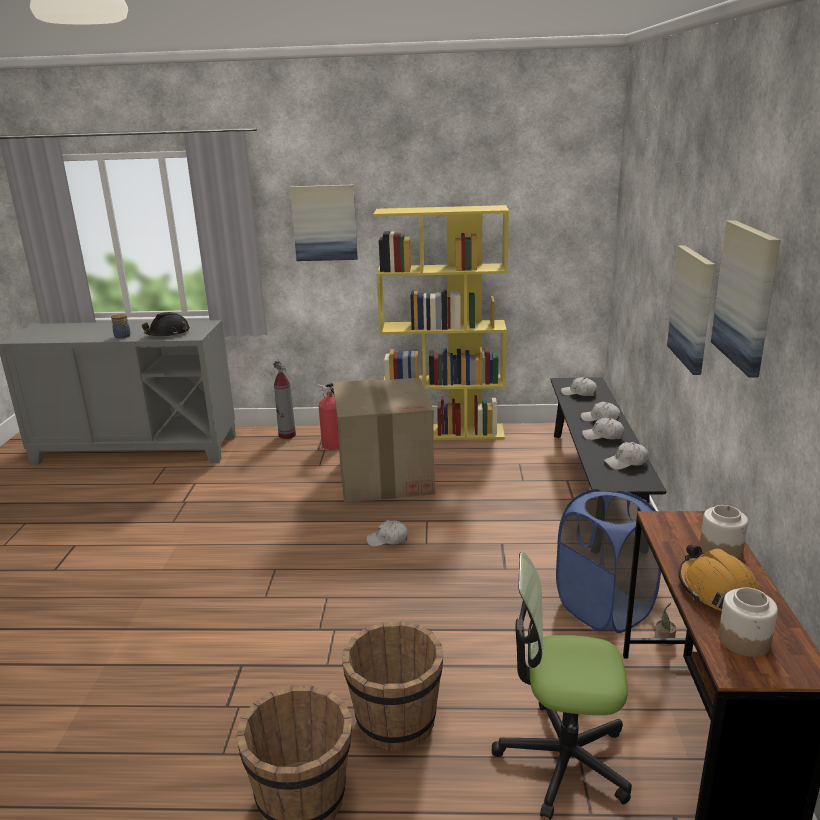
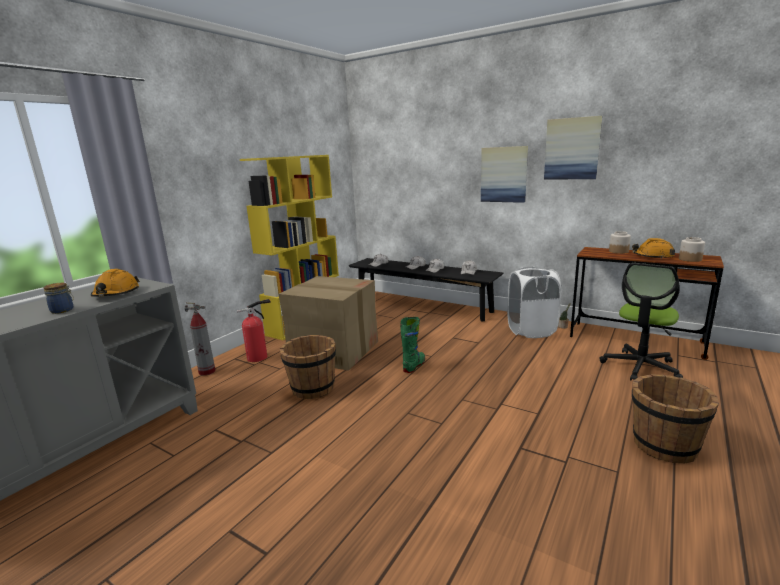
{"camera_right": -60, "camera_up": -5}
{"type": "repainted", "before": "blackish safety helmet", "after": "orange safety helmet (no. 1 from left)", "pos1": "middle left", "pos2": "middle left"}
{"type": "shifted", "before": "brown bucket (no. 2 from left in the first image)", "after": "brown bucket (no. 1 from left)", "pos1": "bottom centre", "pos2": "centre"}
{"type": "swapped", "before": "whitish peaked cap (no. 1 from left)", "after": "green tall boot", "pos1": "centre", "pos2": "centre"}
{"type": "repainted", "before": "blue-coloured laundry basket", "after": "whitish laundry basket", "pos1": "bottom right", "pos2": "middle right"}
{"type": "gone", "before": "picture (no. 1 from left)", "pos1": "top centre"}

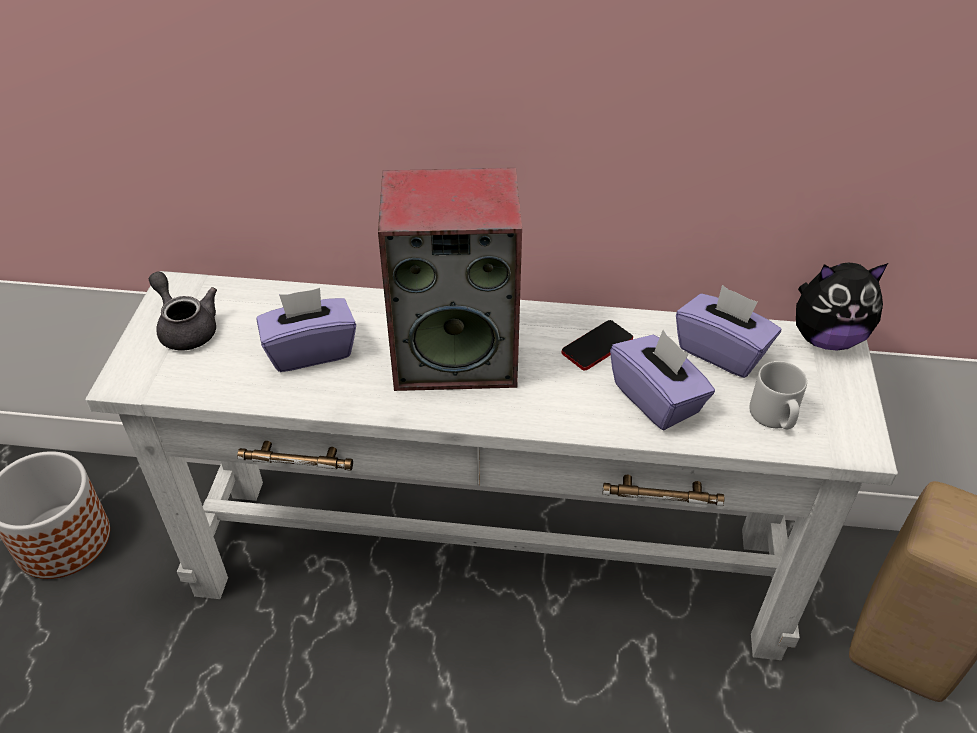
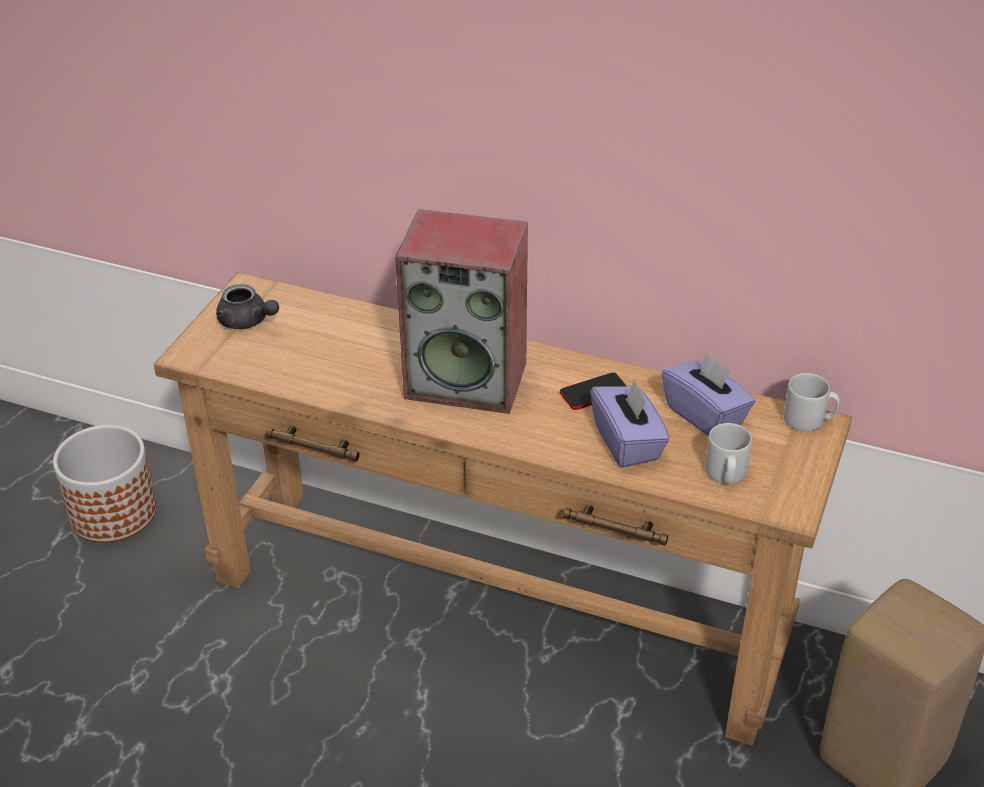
{"camera_right": 15, "camera_up": -5}
{"type": "repainted", "before": "whitish console table", "after": "brown console table", "pos1": "centre", "pos2": "centre"}
{"type": "rotated", "before": "greyish tea pot", "pos1": "middle left", "pos2": "middle left", "turn": 150}
{"type": "swapped", "before": "cuddly toy", "after": "greyish mug (no. 2 from left)", "pos1": "middle right", "pos2": "middle right"}
{"type": "gone", "before": "purplish tissue holder (no. 1 from left)", "pos1": "middle left"}

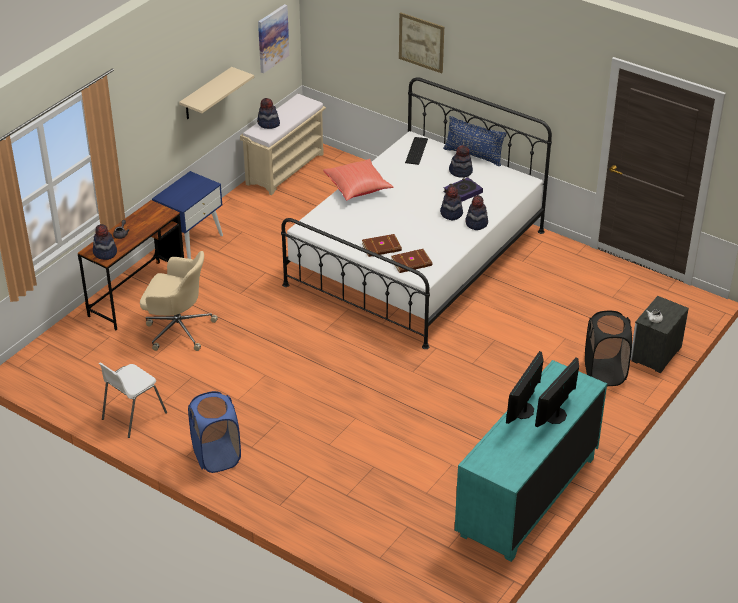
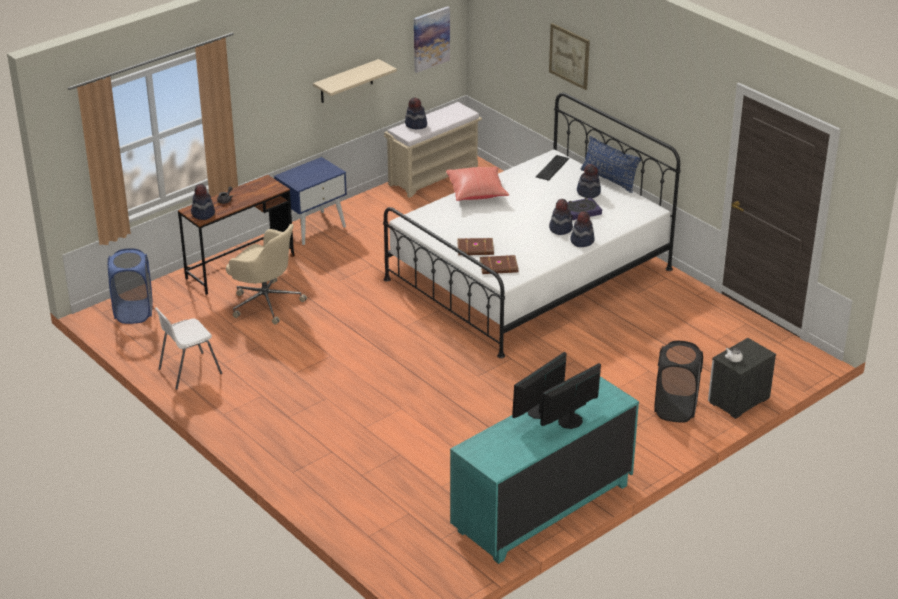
{"camera_right": 15, "camera_up": -5}
{"type": "shifted", "before": "blue-coloured laundry basket", "pos1": "bottom left", "pos2": "middle left"}

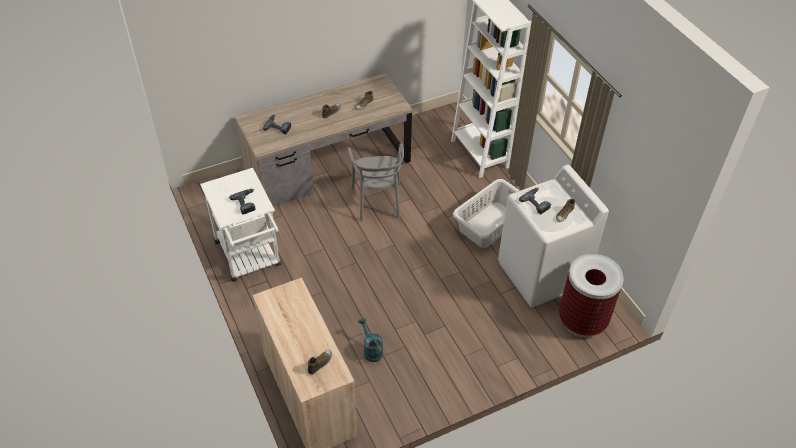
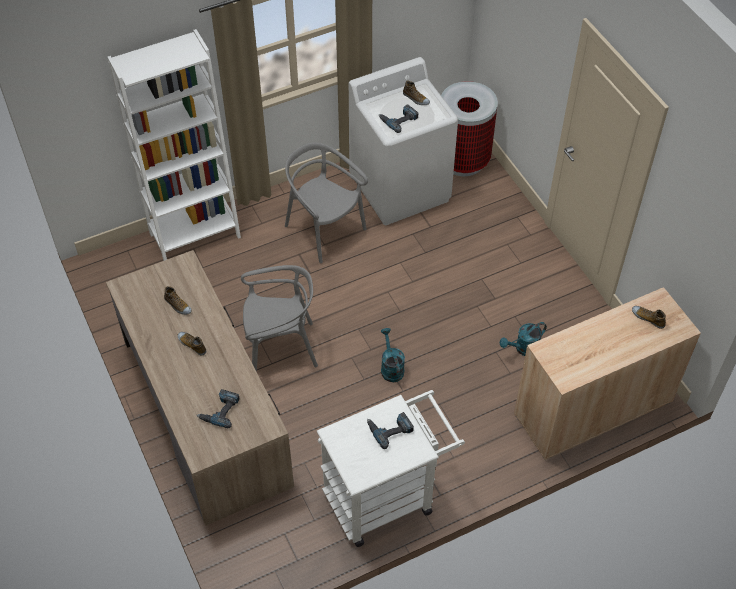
{"camera_right": -90, "camera_up": 5}
{"type": "swapped", "before": "greyish laundry basket", "after": "greyish plain chair (no. 2 from left)", "pos1": "centre", "pos2": "centre"}
{"type": "new", "after": "turquoise-coloured watering pot (no. 1 from left)", "pos2": "centre"}

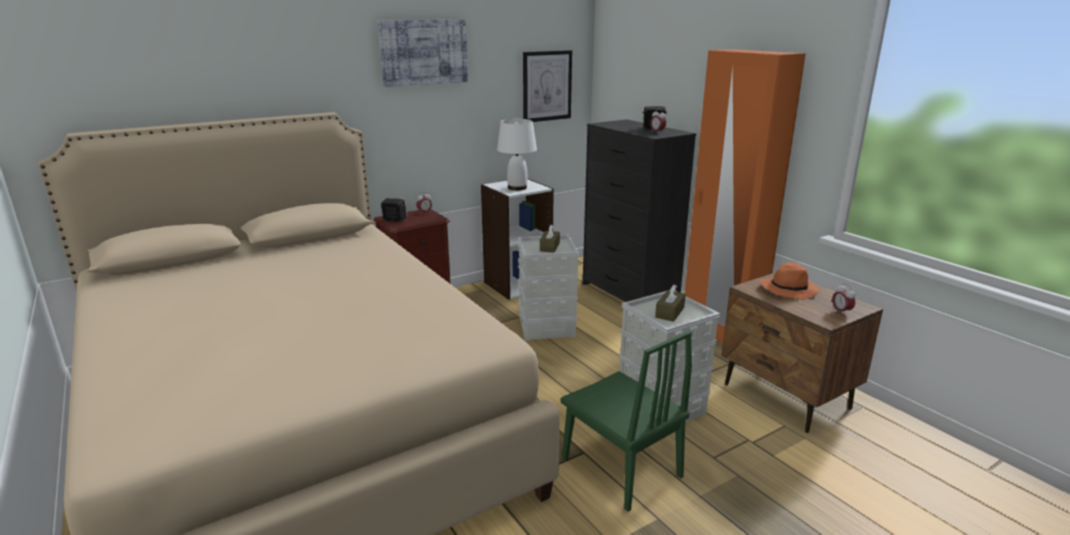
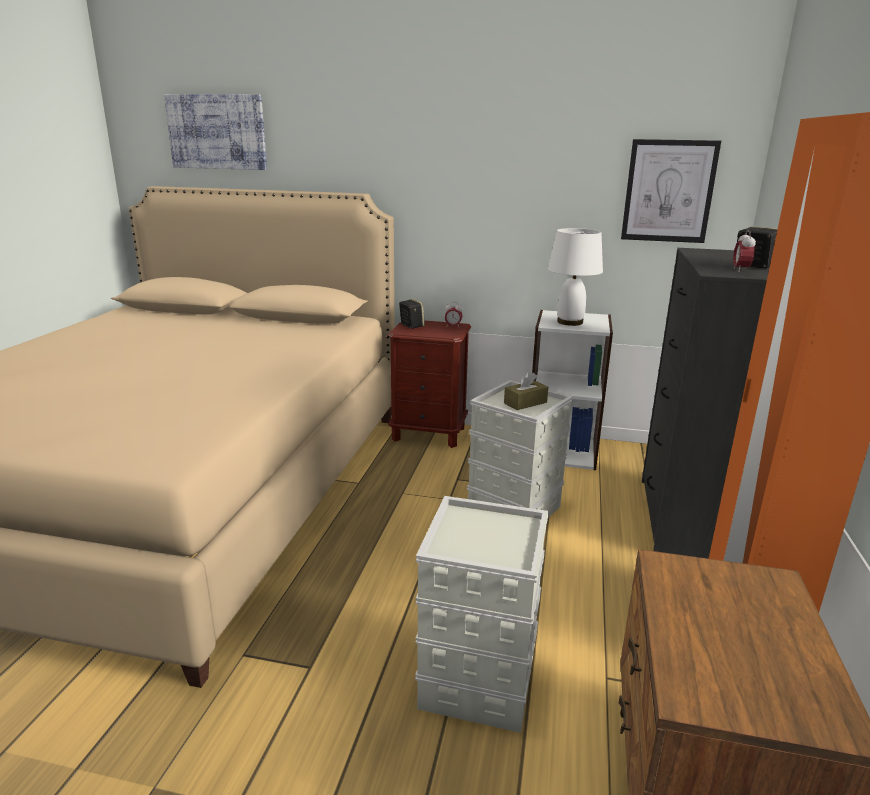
{"camera_right": 45, "camera_up": 0}
{"type": "shifted", "before": "picture (no. 1 from left)", "pos1": "top centre", "pos2": "top left"}
{"type": "gone", "before": "green plain chair", "pos1": "bottom centre"}
{"type": "gone", "before": "brown tissue holder (no. 2 from left)", "pos1": "centre"}
{"type": "gone", "before": "orange wearable hat", "pos1": "middle right"}
{"type": "gone", "before": "bedside clock (no. 3 from left)", "pos1": "middle right"}

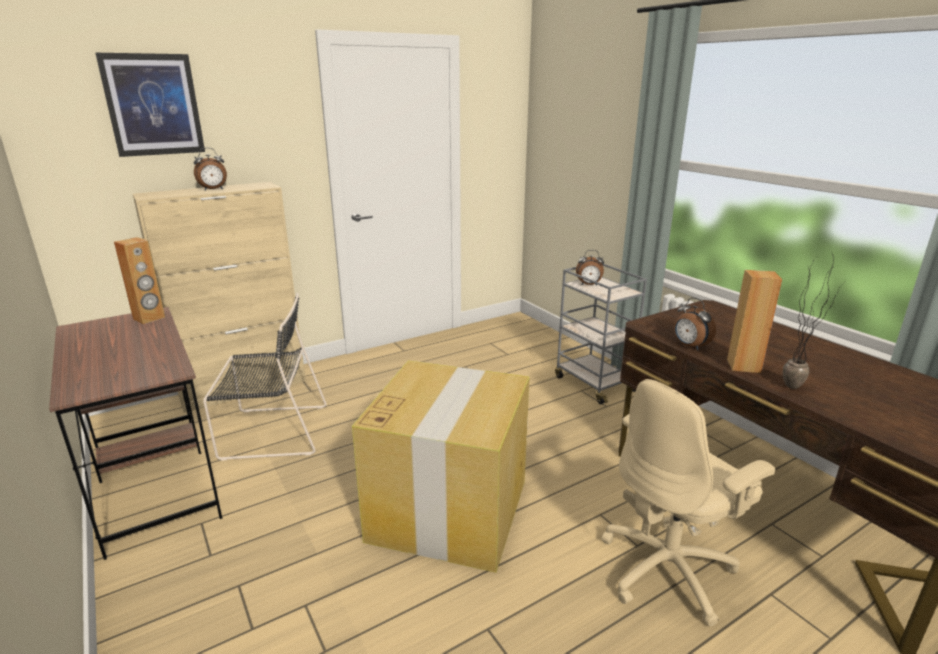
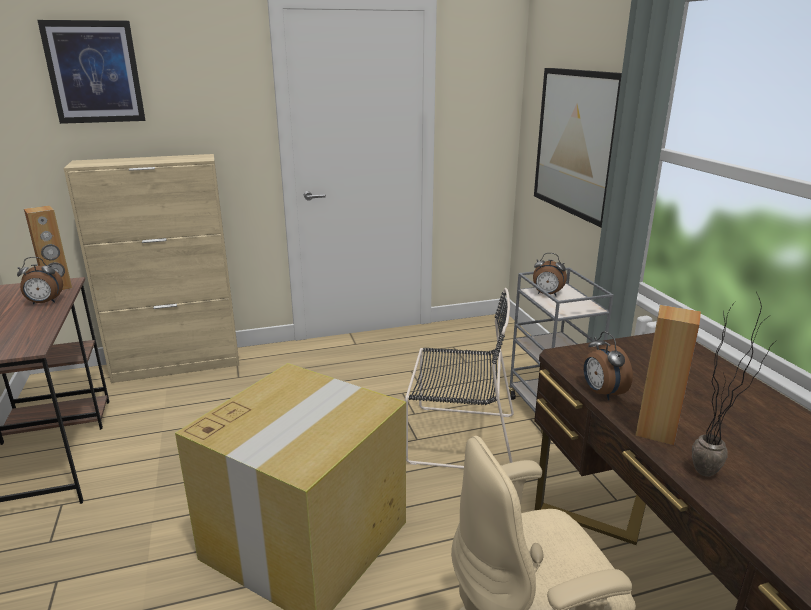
{"camera_right": 15, "camera_up": 0}
{"type": "shifted", "before": "bedside clock (no. 1 from left)", "pos1": "top left", "pos2": "middle left"}
{"type": "shifted", "before": "blackish plain chair", "pos1": "middle left", "pos2": "centre"}
{"type": "new", "after": "picture (no. 2 from left)", "pos2": "top right"}

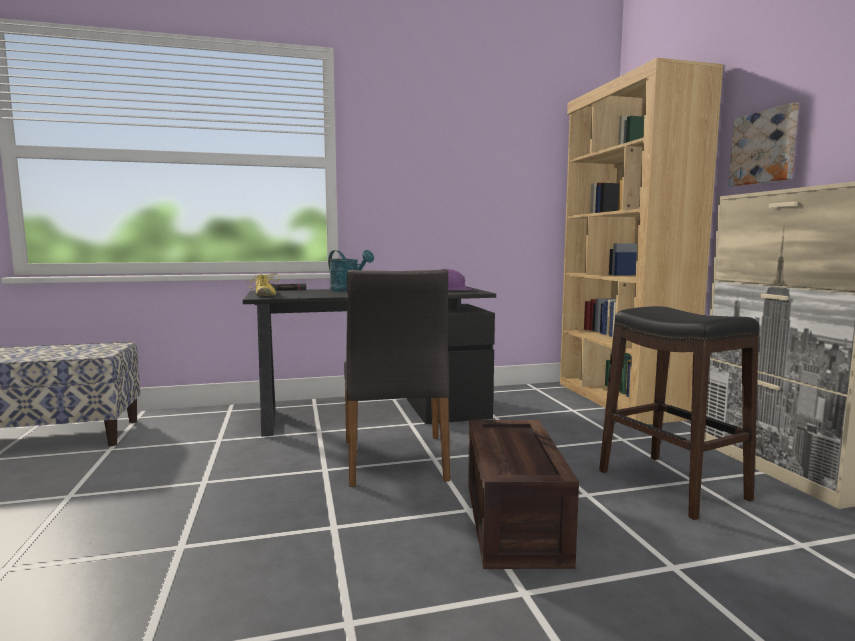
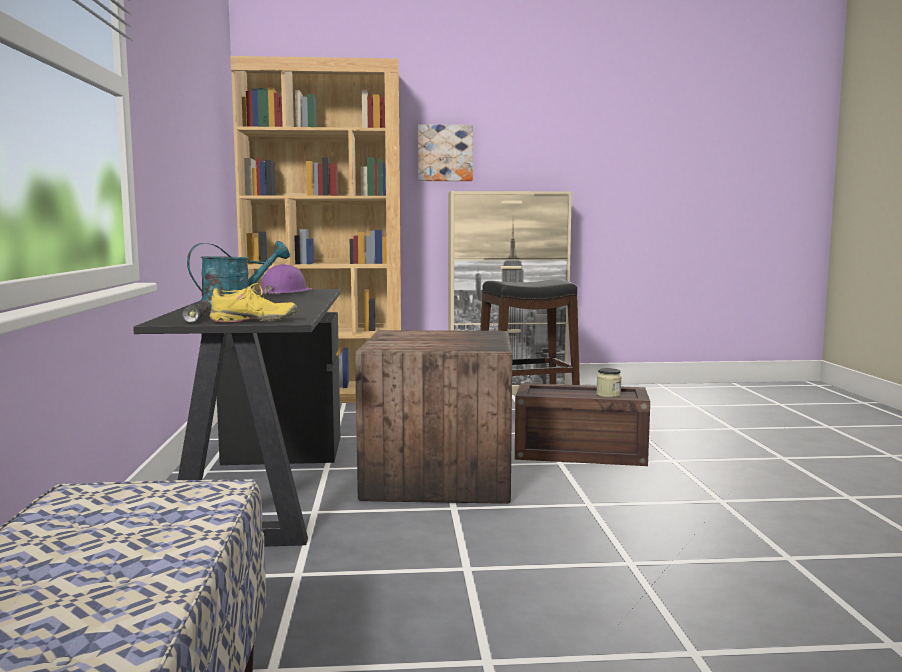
{"camera_right": -80, "camera_up": 0}
{"type": "swapped", "before": "greyish plain chair", "after": "packing crate (no. 1 from left)", "pos1": "centre", "pos2": "centre"}
{"type": "new", "after": "jar", "pos2": "middle right"}

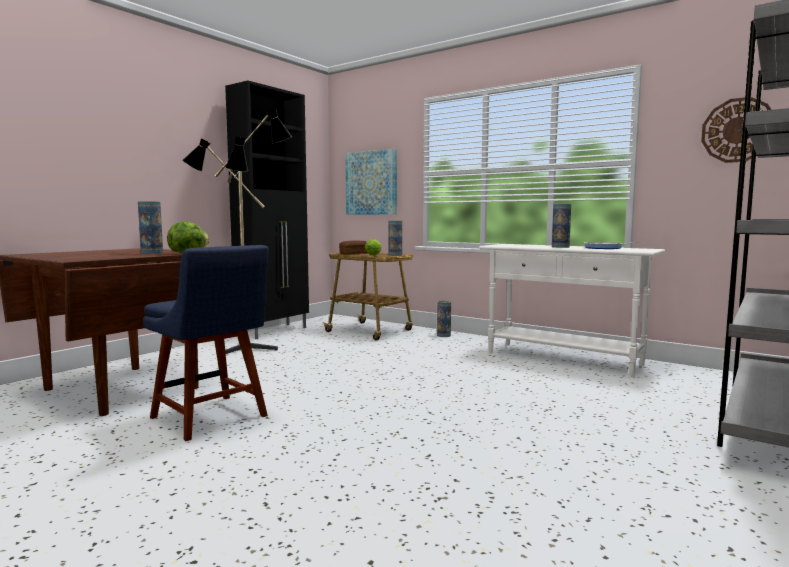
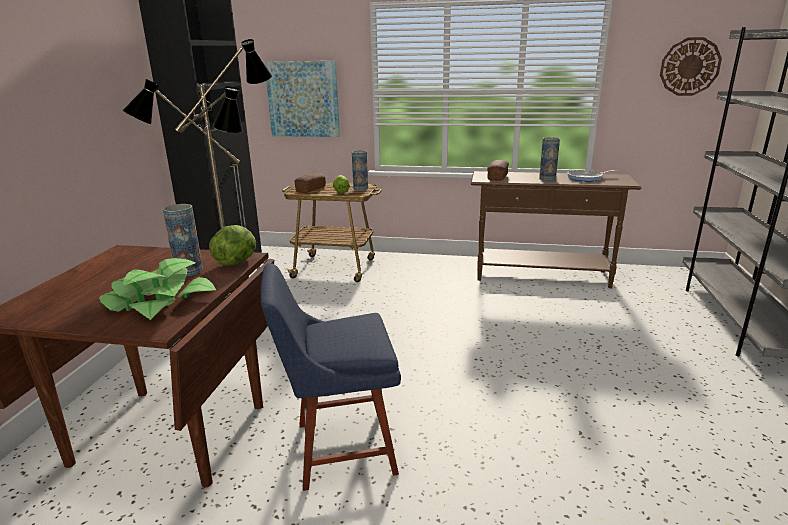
{"camera_right": -25, "camera_up": 15}
{"type": "new", "after": "plant in a pot", "pos2": "middle left"}
{"type": "rotated", "before": "blue-coloured plain chair", "pos1": "middle left", "pos2": "bottom centre", "turn": 150}
{"type": "repainted", "before": "whitish console table", "after": "brown console table", "pos1": "middle right", "pos2": "middle right"}
{"type": "new", "after": "bread (no. 2 from left)", "pos2": "top centre"}
{"type": "gone", "before": "vase (no. 3 from left)", "pos1": "centre"}

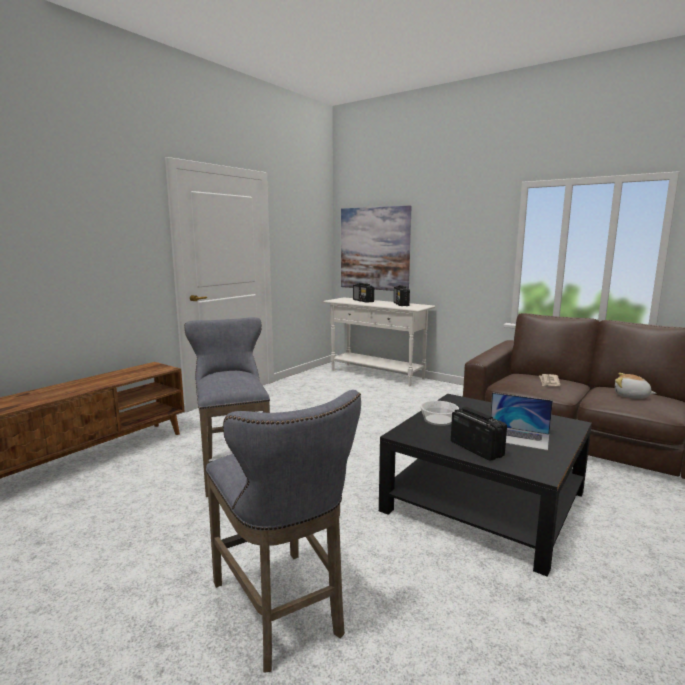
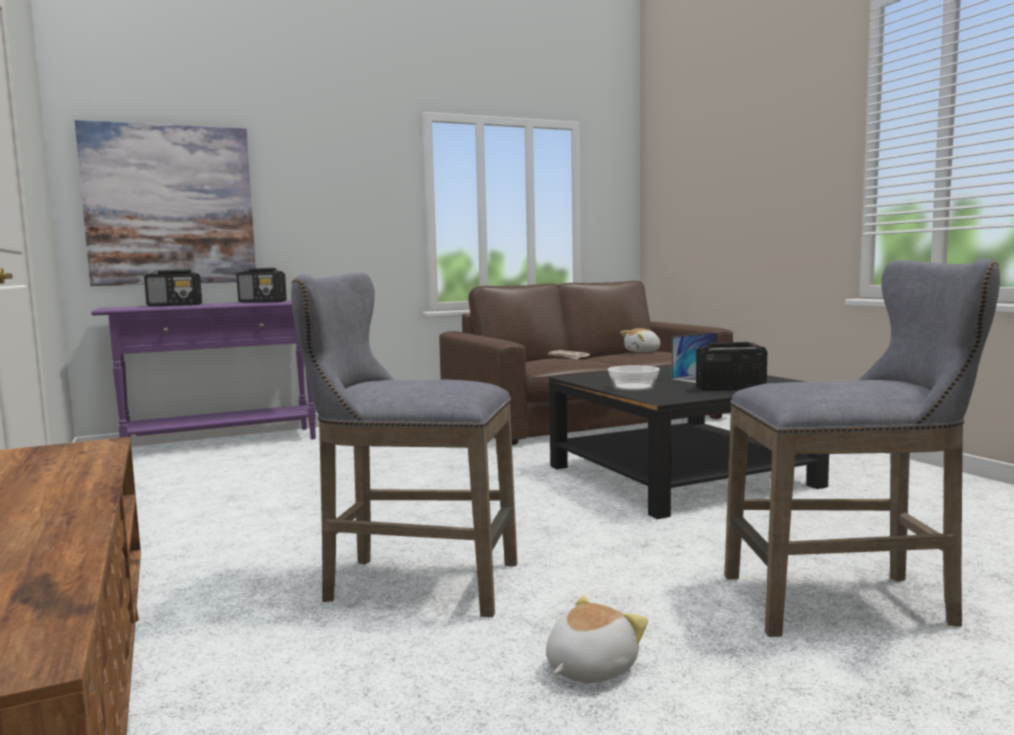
{"camera_right": -60, "camera_up": -5}
{"type": "repainted", "before": "whitish console table", "after": "purplish console table", "pos1": "centre", "pos2": "middle left"}
{"type": "new", "after": "cuddly toy (no. 1 from left)", "pos2": "bottom centre"}

